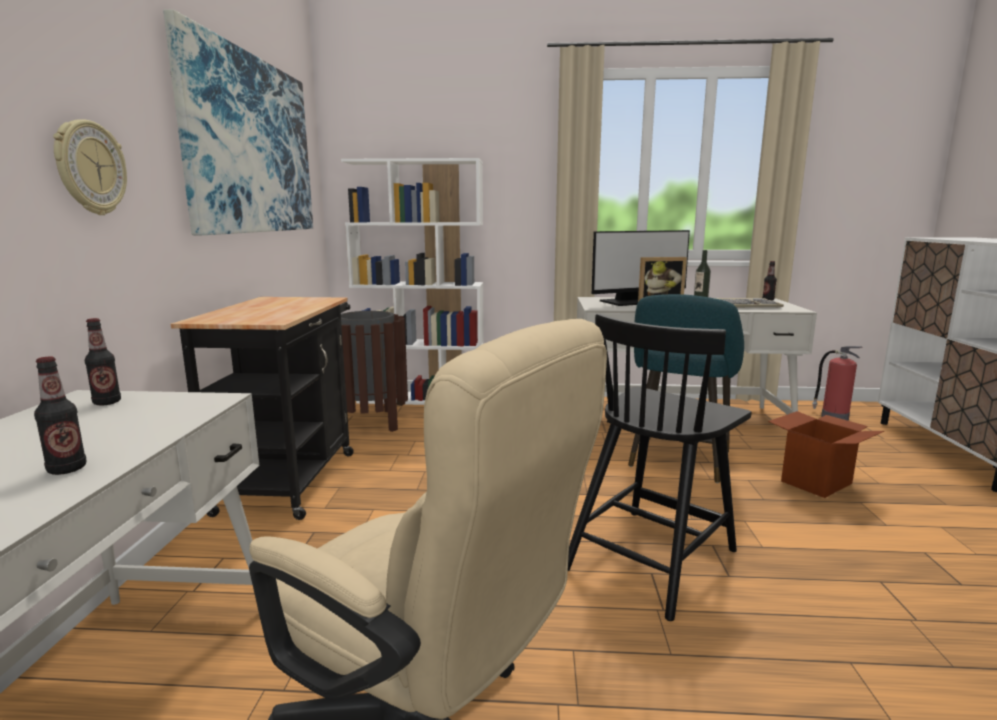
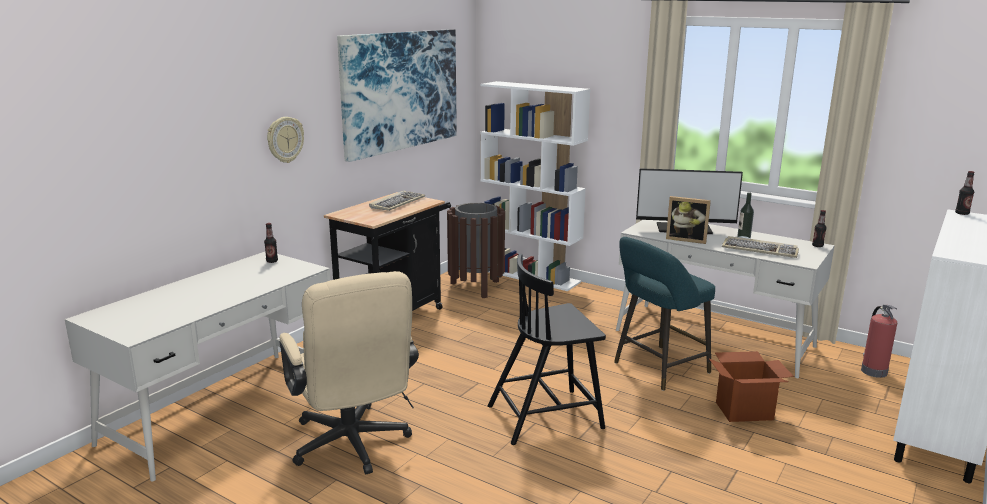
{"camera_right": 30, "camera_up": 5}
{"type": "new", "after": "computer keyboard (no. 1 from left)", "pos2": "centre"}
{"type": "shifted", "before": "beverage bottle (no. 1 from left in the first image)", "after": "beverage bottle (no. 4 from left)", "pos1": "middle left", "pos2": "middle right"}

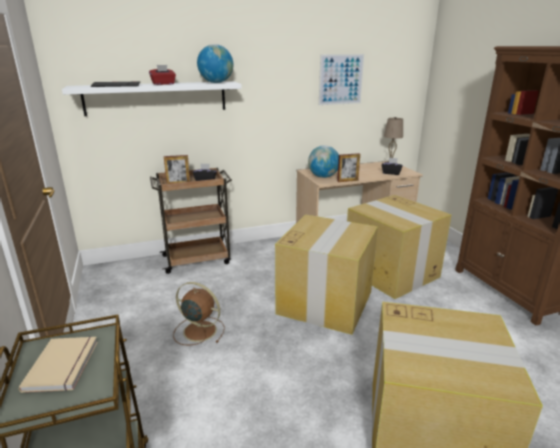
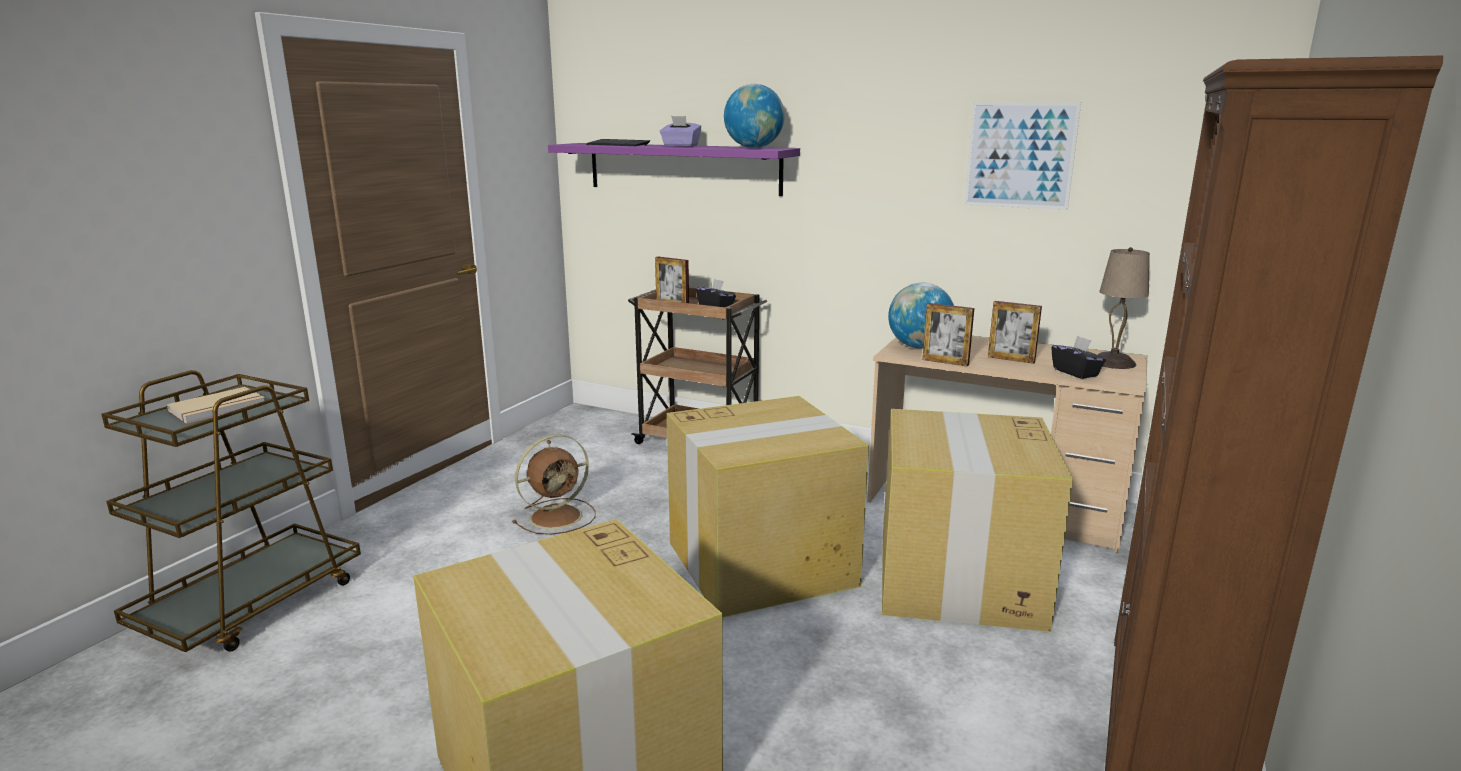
{"camera_right": 45, "camera_up": -5}
{"type": "rotated", "before": "brown fan", "pos1": "bottom centre", "pos2": "centre", "turn": 75}
{"type": "repainted", "before": "whitish wall shelf", "after": "purplish wall shelf", "pos1": "top left", "pos2": "top centre"}
{"type": "repainted", "before": "red tissue holder", "after": "purplish tissue holder", "pos1": "top left", "pos2": "top centre"}
{"type": "new", "after": "picture frame (no. 3 from left)", "pos2": "middle right"}

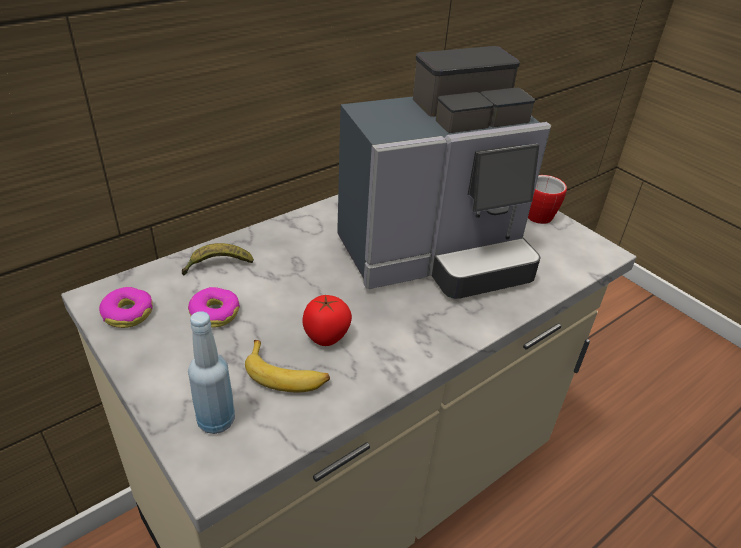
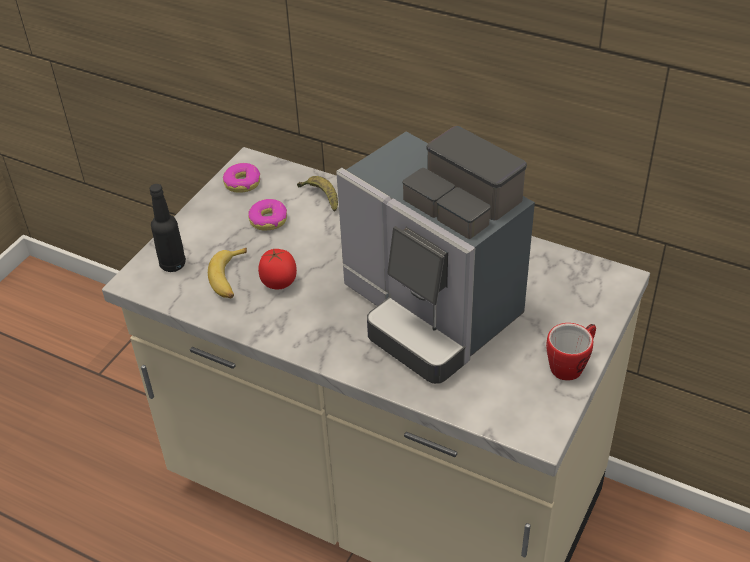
{"camera_right": 70, "camera_up": 5}
{"type": "repainted", "before": "blue-coloured beverage bottle", "after": "blackish beverage bottle", "pos1": "bottom left", "pos2": "middle left"}

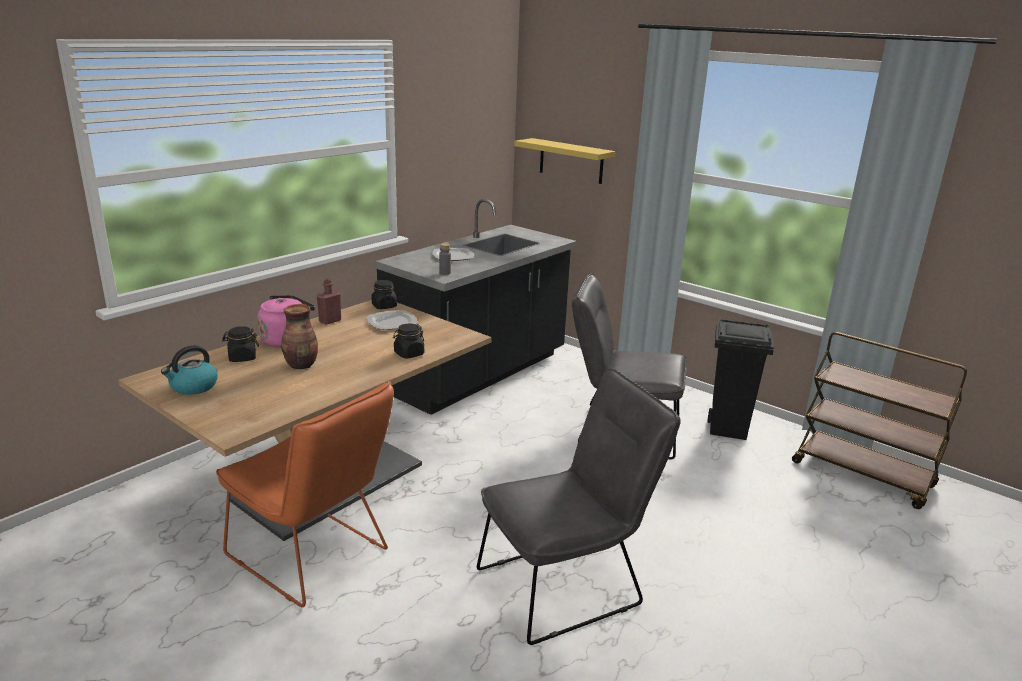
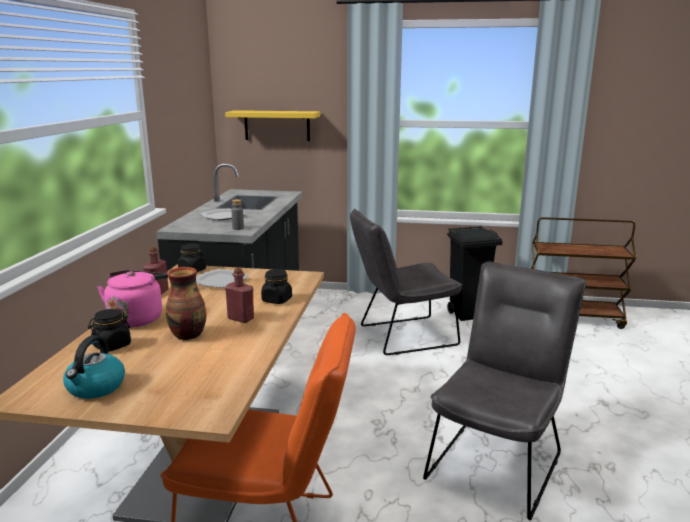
{"camera_right": -30, "camera_up": -5}
{"type": "new", "after": "red beverage bottle (no. 2 from left)", "pos2": "centre"}

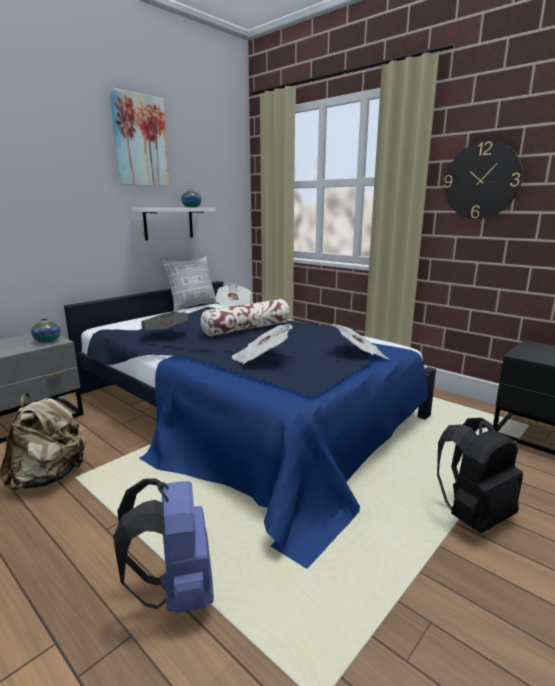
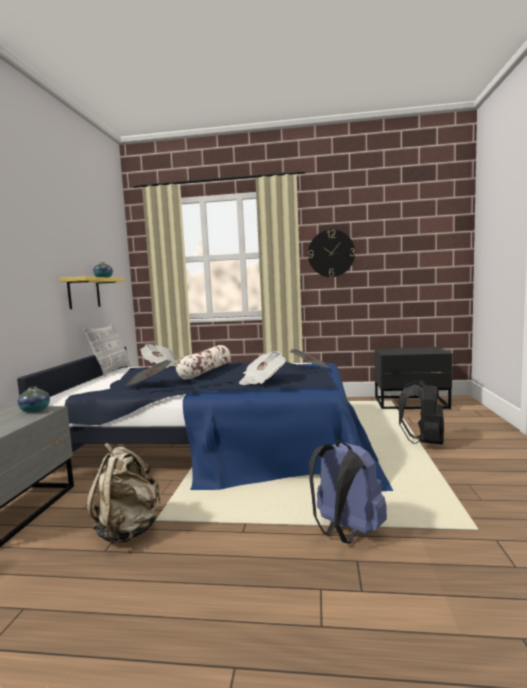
{"camera_right": -35, "camera_up": -10}
{"type": "repainted", "before": "whitish wall shelf", "after": "yellow-coloured wall shelf", "pos1": "top left", "pos2": "middle left"}
{"type": "gone", "before": "picture", "pos1": "top left"}

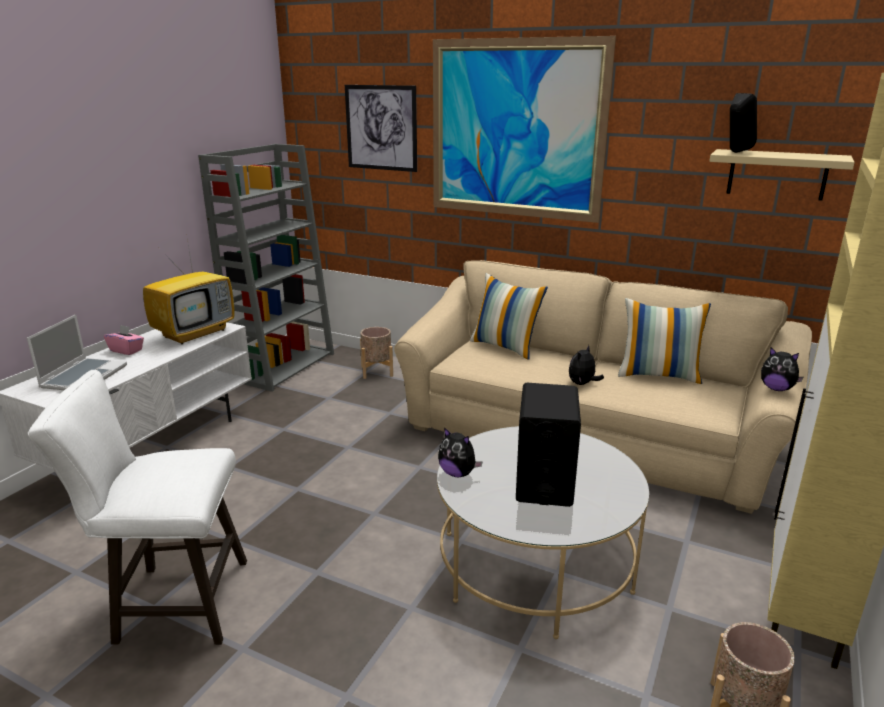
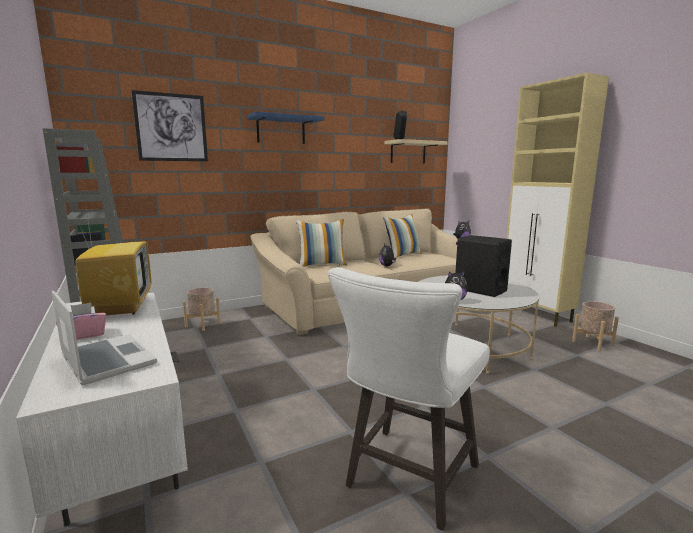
{"camera_right": -55, "camera_up": -10}
{"type": "swapped", "before": "picture (no. 2 from left)", "after": "blue-coloured wall shelf", "pos1": "top centre", "pos2": "top centre"}

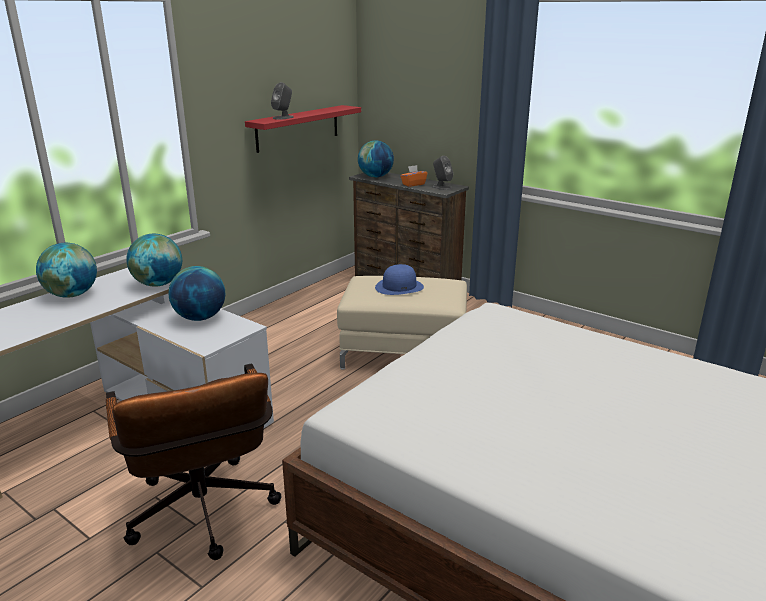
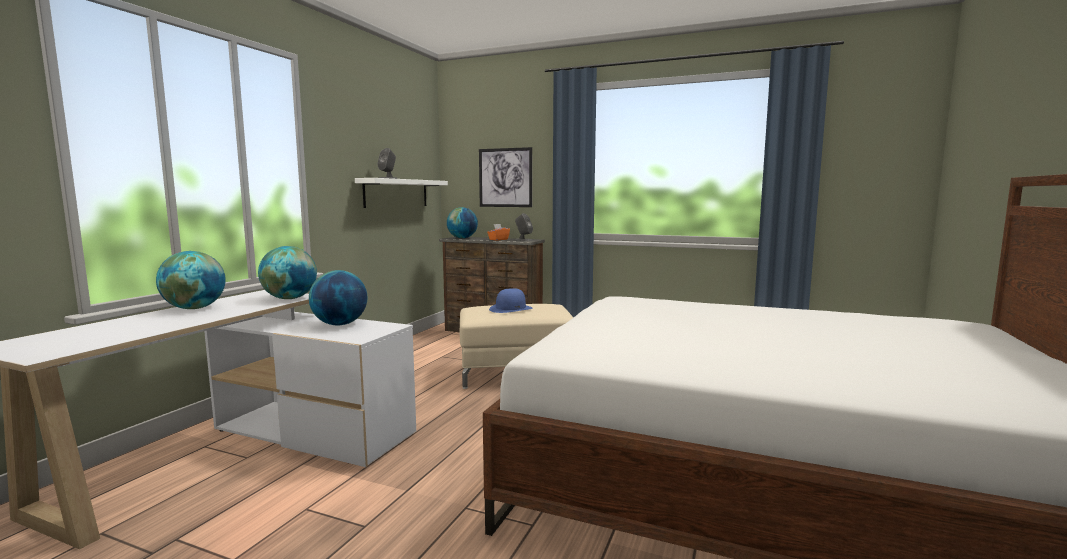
{"camera_right": -15, "camera_up": -15}
{"type": "repainted", "before": "red wall shelf", "after": "whitish wall shelf", "pos1": "top centre", "pos2": "centre"}
{"type": "new", "after": "picture", "pos2": "top centre"}
{"type": "gone", "before": "brown desk chair", "pos1": "bottom left"}

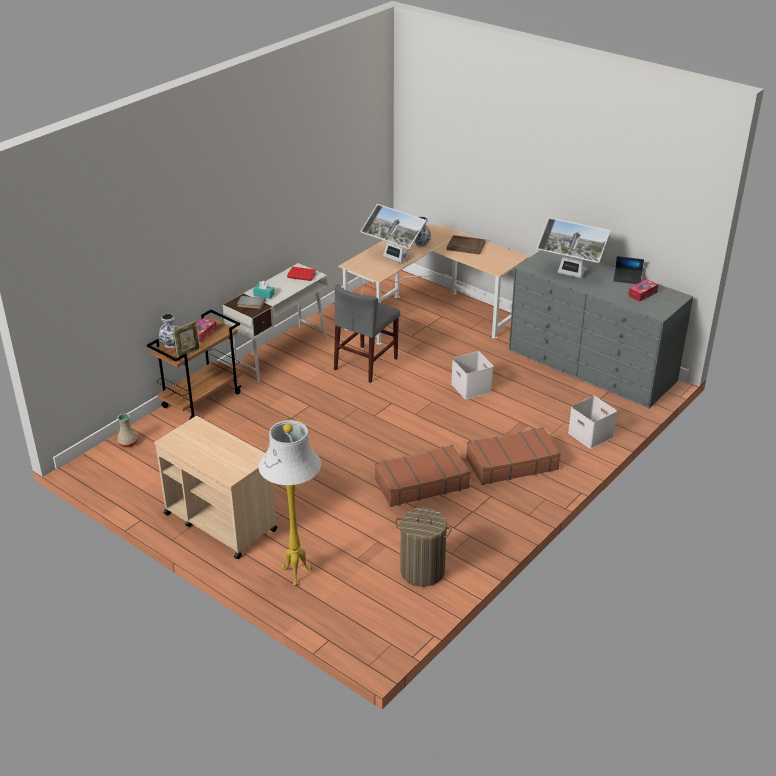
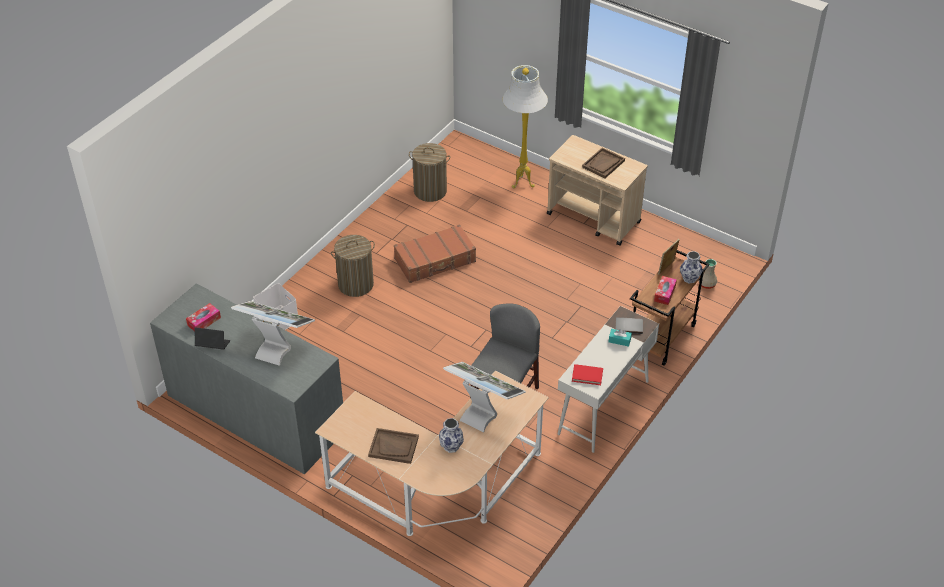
{"camera_right": 175, "camera_up": 10}
{"type": "swapped", "before": "brown travel case (no. 2 from left)", "after": "laundry basket (no. 1 from left)", "pos1": "centre", "pos2": "centre"}
{"type": "new", "after": "brown tray (no. 2 from left)", "pos2": "top centre"}
{"type": "gone", "before": "whitish storage bin (no. 1 from left)", "pos1": "centre"}

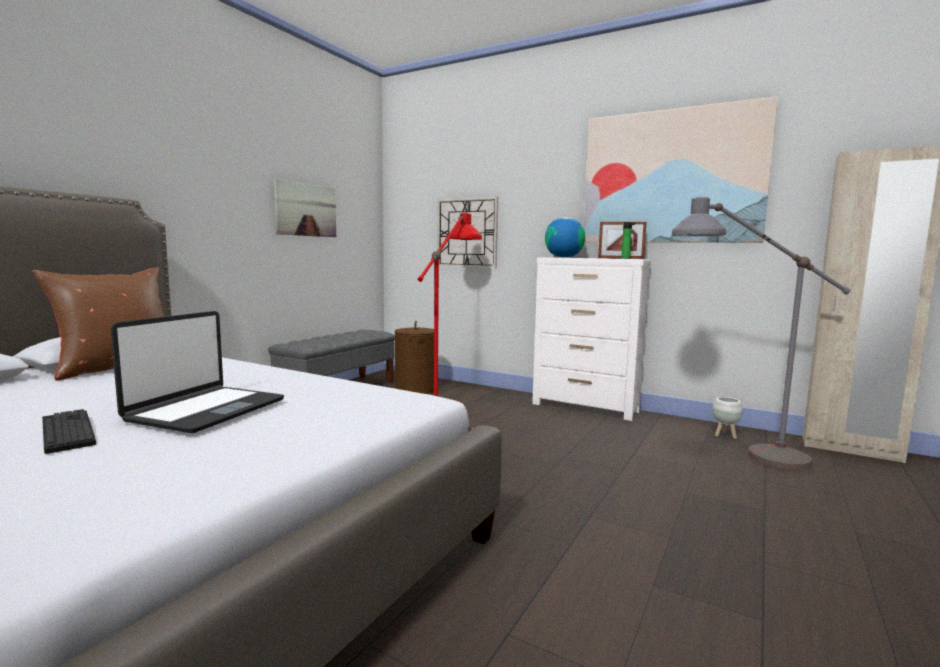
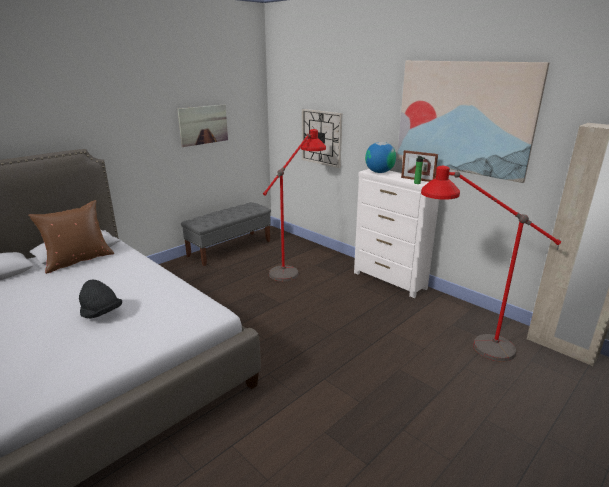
{"camera_right": 15, "camera_up": 15}
{"type": "swapped", "before": "notebook computer", "after": "blackish wearable hat", "pos1": "middle left", "pos2": "middle left"}
{"type": "repainted", "before": "greyish floor lamp", "after": "red floor lamp (no. 2 from left)", "pos1": "middle right", "pos2": "middle right"}
{"type": "gone", "before": "computer keyboard", "pos1": "middle left"}
{"type": "gone", "before": "brown laundry basket", "pos1": "centre"}
{"type": "gone", "before": "whitish plant pot", "pos1": "middle right"}

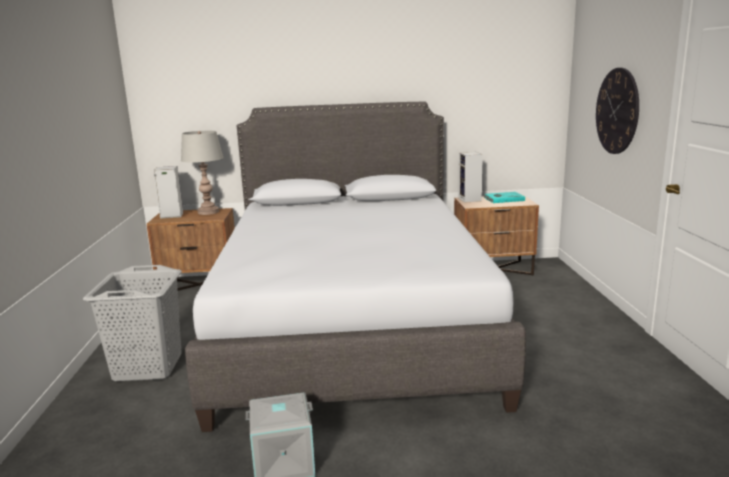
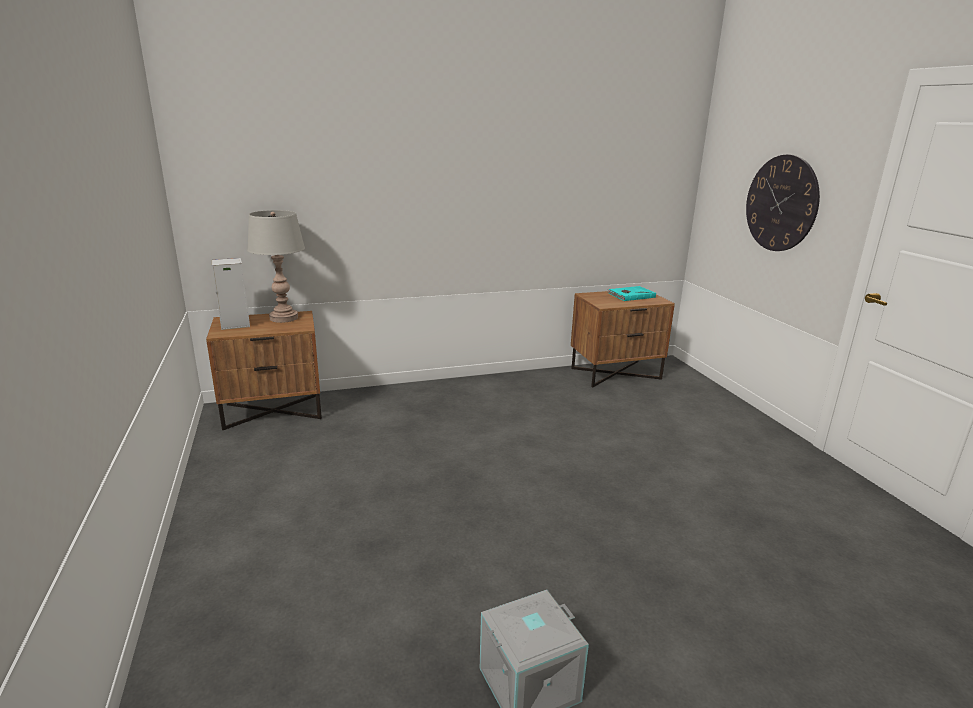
{"camera_right": -15, "camera_up": 5}
{"type": "gone", "before": "greyish laundry basket", "pos1": "bottom left"}
{"type": "gone", "before": "greyish sleeping bed", "pos1": "centre"}
{"type": "gone", "before": "speaker (no. 2 from left)", "pos1": "centre"}

